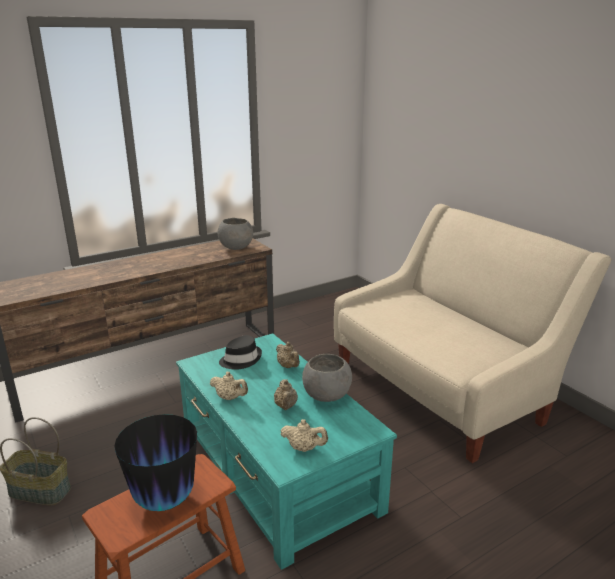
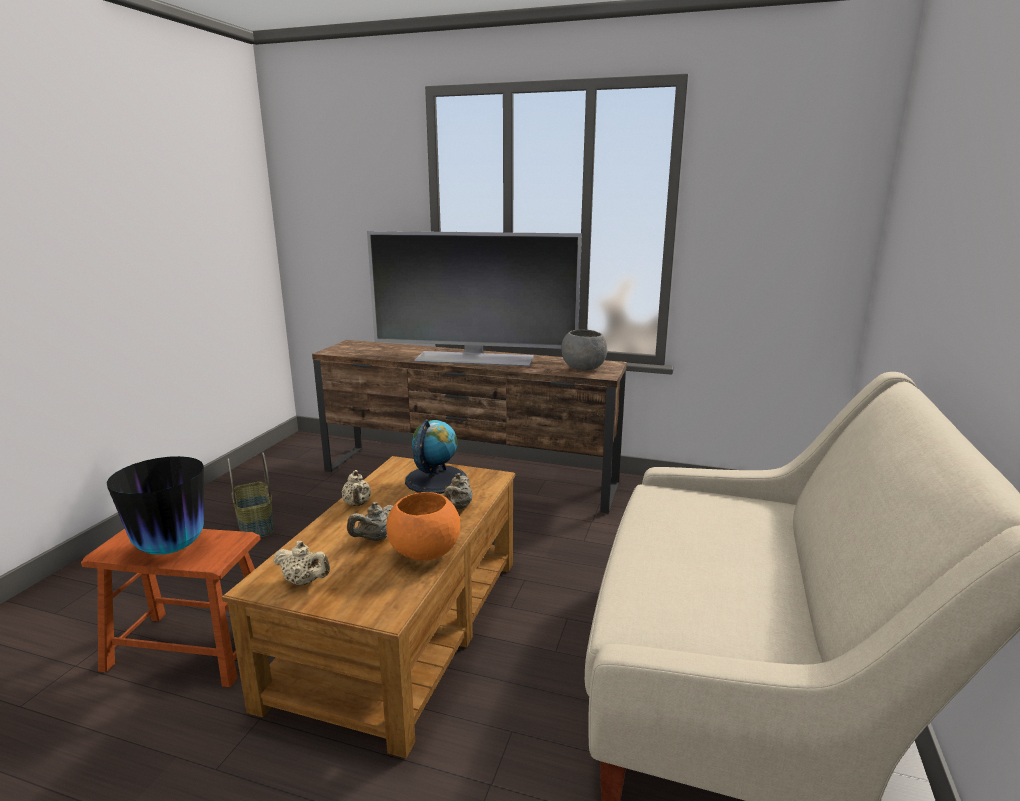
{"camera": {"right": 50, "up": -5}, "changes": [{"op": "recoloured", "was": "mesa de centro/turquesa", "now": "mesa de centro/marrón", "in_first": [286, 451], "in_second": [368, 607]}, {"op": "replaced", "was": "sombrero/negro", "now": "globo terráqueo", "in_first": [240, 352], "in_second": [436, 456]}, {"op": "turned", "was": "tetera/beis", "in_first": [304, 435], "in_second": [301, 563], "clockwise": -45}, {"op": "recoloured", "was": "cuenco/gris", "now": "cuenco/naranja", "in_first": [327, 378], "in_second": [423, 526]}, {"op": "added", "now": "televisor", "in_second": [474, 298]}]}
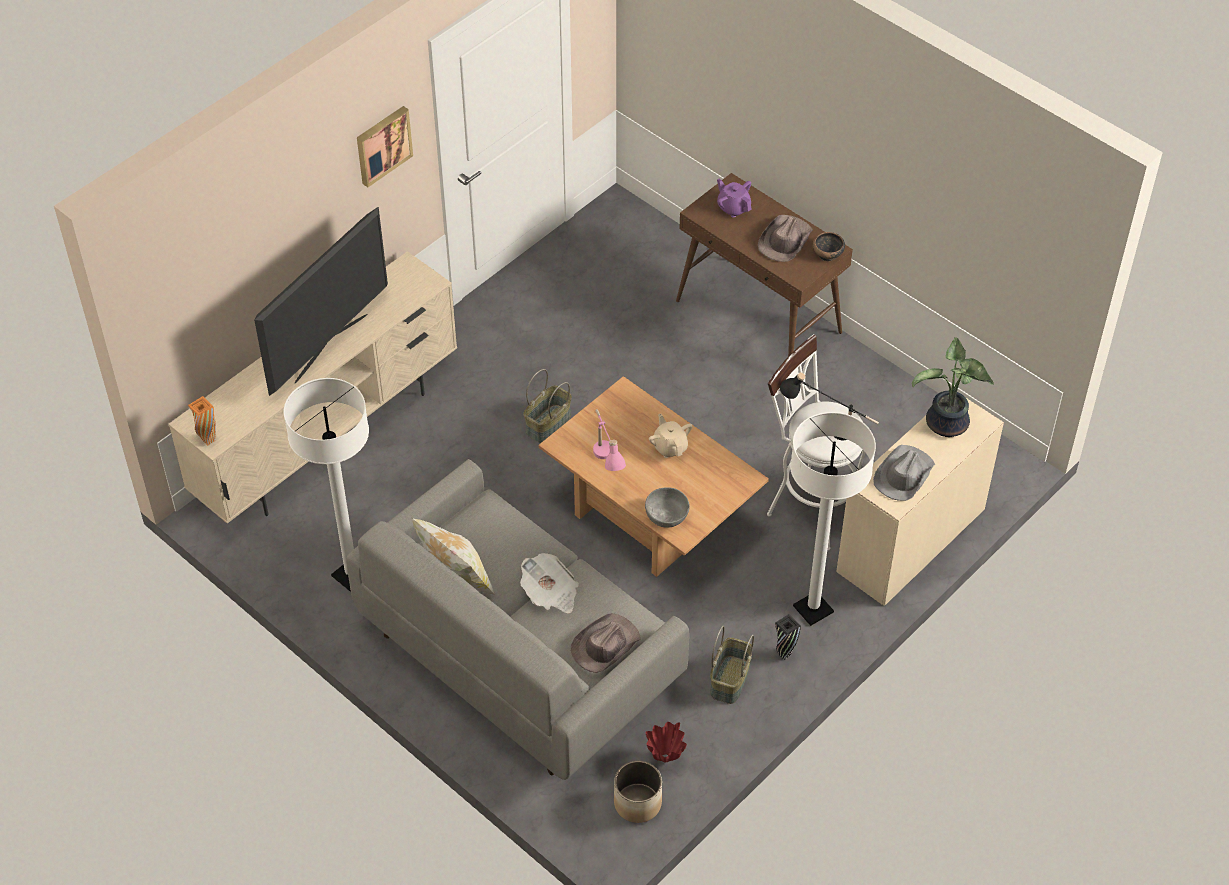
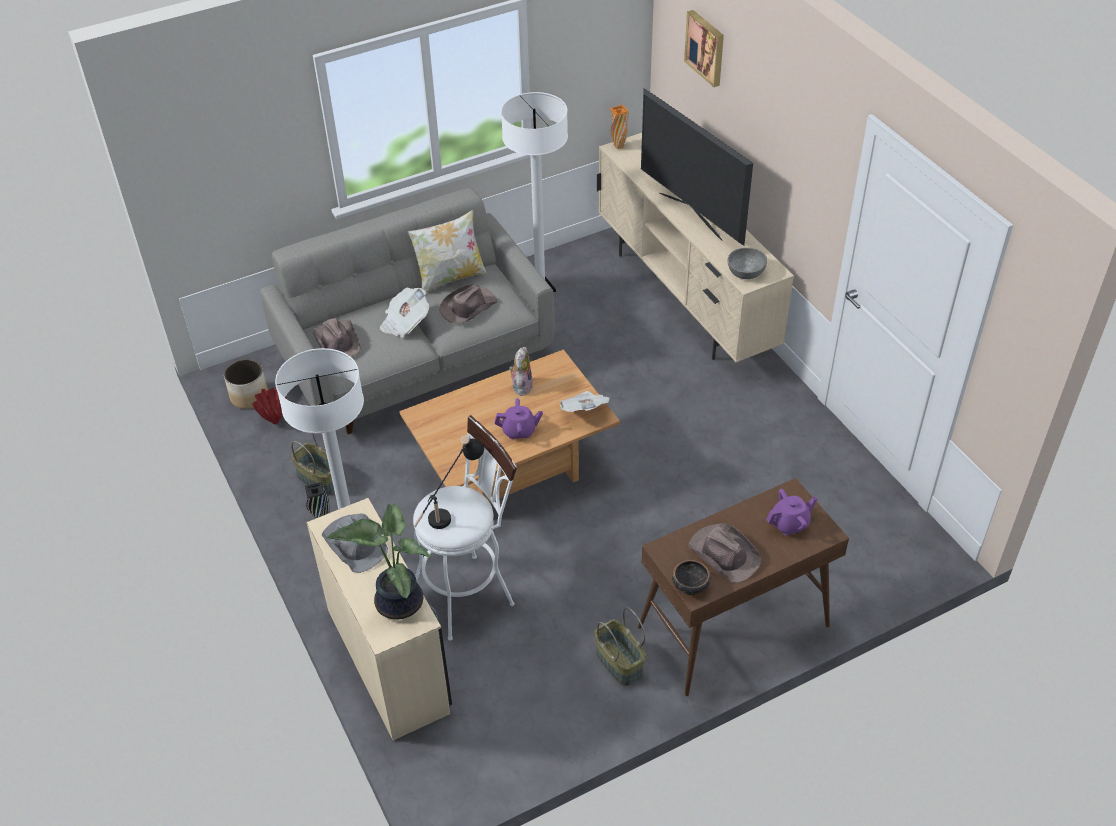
{"camera": {"right": 110, "up": -5}, "changes": [{"op": "moved", "was": "cuadro", "in_first": [385, 146], "in_second": [704, 48]}, {"op": "moved", "was": "cesta", "in_first": [548, 406], "in_second": [620, 646]}, {"op": "replaced", "was": "lámpara de mesa/rosa", "now": "peluche", "in_first": [609, 440], "in_second": [521, 371]}, {"op": "moved", "was": "cuenco/gris", "in_first": [667, 507], "in_second": [747, 263]}, {"op": "recoloured", "was": "tetera/beis", "now": "tetera/morado", "in_first": [671, 436], "in_second": [519, 418]}, {"op": "added", "now": "sombrero/marrón", "in_second": [468, 304]}, {"op": "added", "now": "periódico", "in_second": [584, 401]}]}
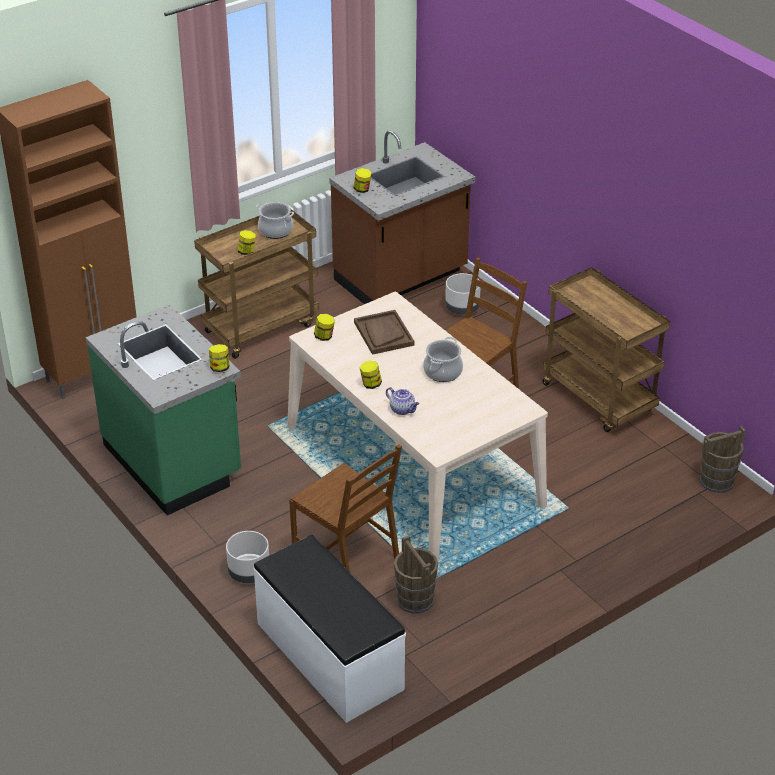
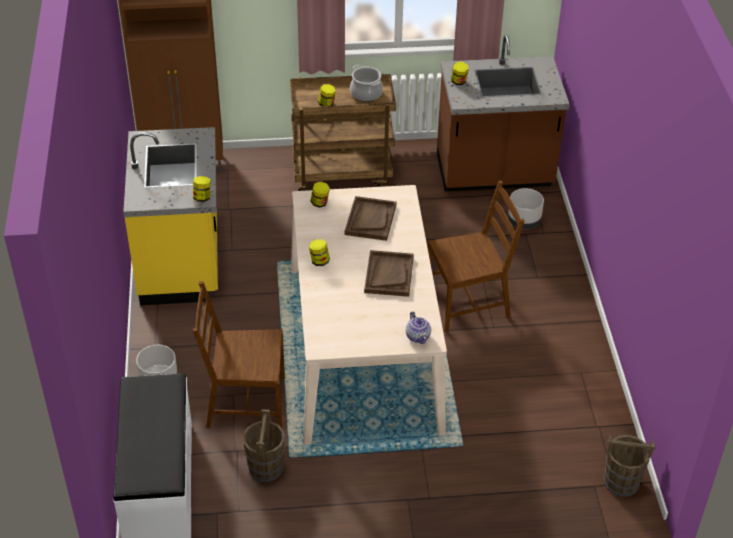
{"camera": {"right": 30, "up": 5}, "changes": [{"op": "recoloured", "was": "mueble bajo de cocina/verde", "now": "mueble bajo de cocina/amarillo", "in_first": [163, 409], "in_second": [170, 216]}, {"op": "turned", "was": "silla/marrón", "in_first": [345, 508], "in_second": [239, 354], "clockwise": 105}, {"op": "moved", "was": "tetera", "in_first": [402, 401], "in_second": [418, 328]}, {"op": "replaced", "was": "olla", "now": "bandeja/marrón", "in_first": [443, 359], "in_second": [389, 273]}, {"op": "removed", "was": "carrito/marrón", "in_first": [606, 349]}]}
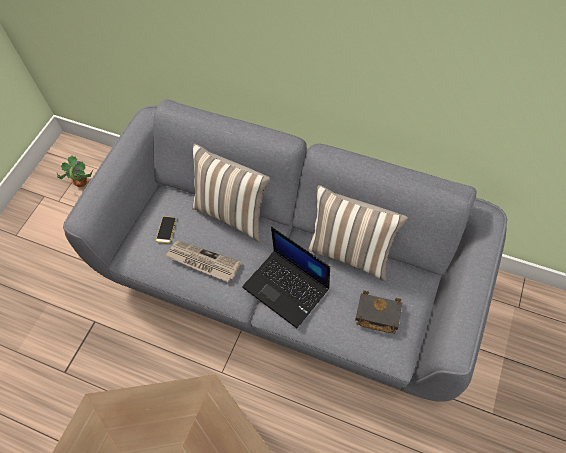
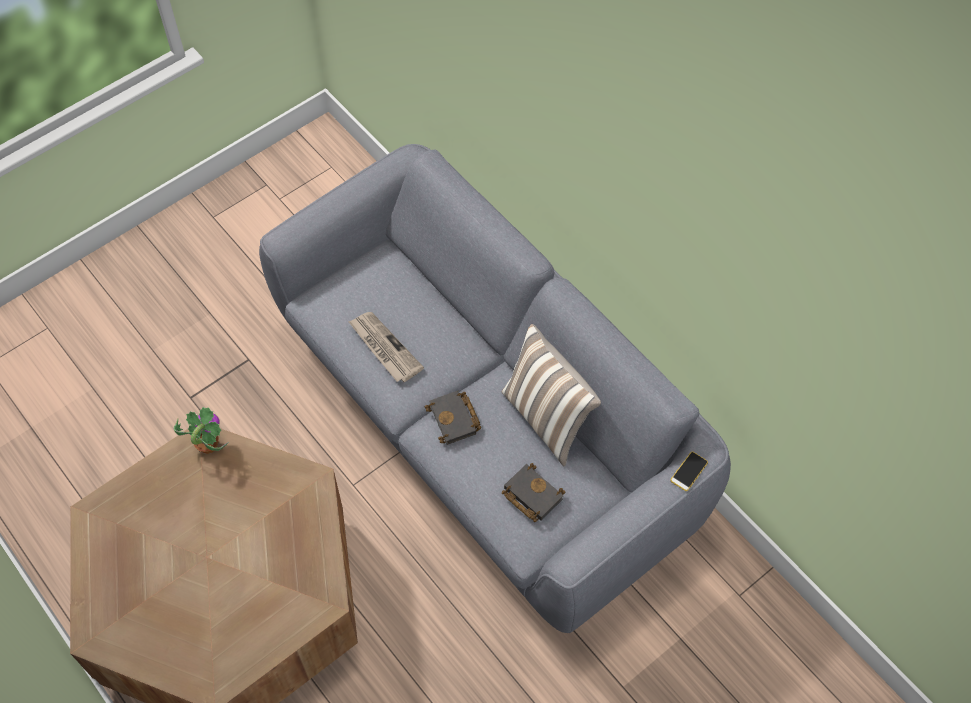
{"camera": {"right": 25, "up": 0}, "changes": [{"op": "moved", "was": "planta en maceta", "in_first": [75, 171], "in_second": [201, 430]}, {"op": "moved", "was": "móvil", "in_first": [166, 229], "in_second": [689, 471]}, {"op": "removed", "was": "cojín", "in_first": [231, 193]}, {"op": "replaced", "was": "portátil", "now": "libro/negro", "in_first": [286, 277], "in_second": [453, 418]}]}
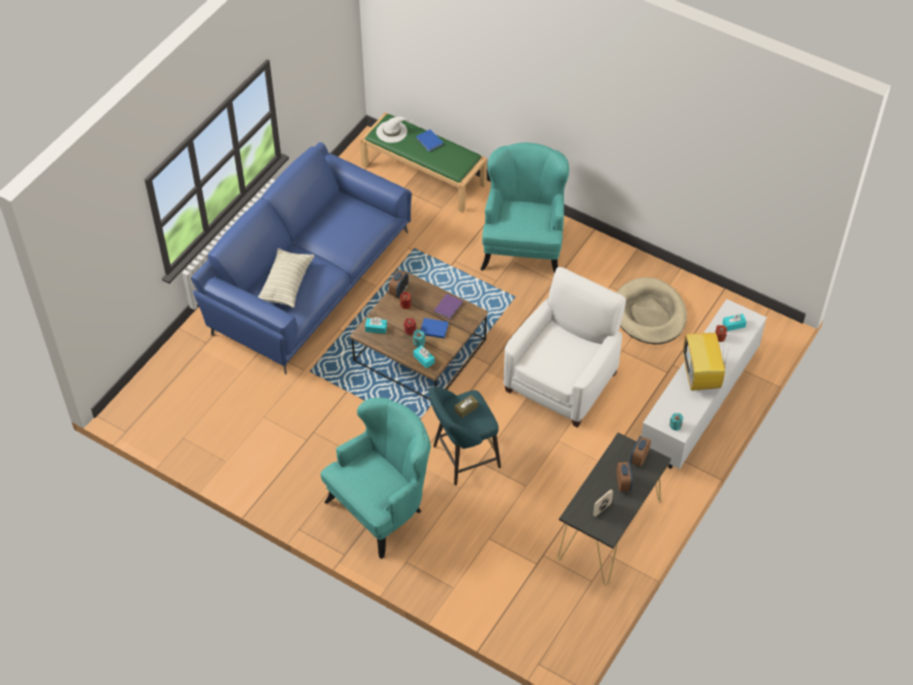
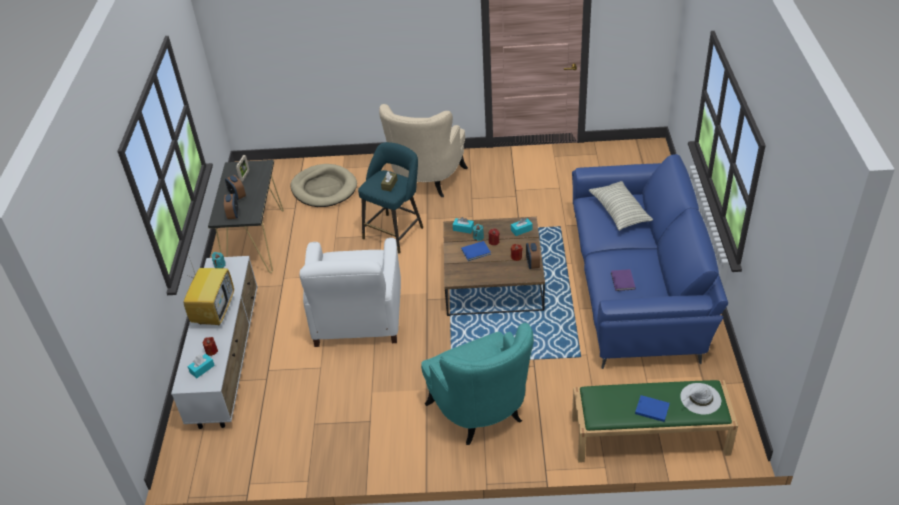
{"camera": {"right": 150, "up": -10}, "changes": [{"op": "recoloured", "was": "sillón/turquesa", "now": "sillón/beis", "in_first": [376, 478], "in_second": [423, 150]}, {"op": "moved", "was": "libro/morado", "in_first": [448, 306], "in_second": [623, 280]}, {"op": "moved", "was": "cama para perro/beis", "in_first": [652, 310], "in_second": [323, 185]}, {"op": "turned", "was": "televisor", "in_first": [705, 362], "in_second": [208, 291], "clockwise": 45}]}
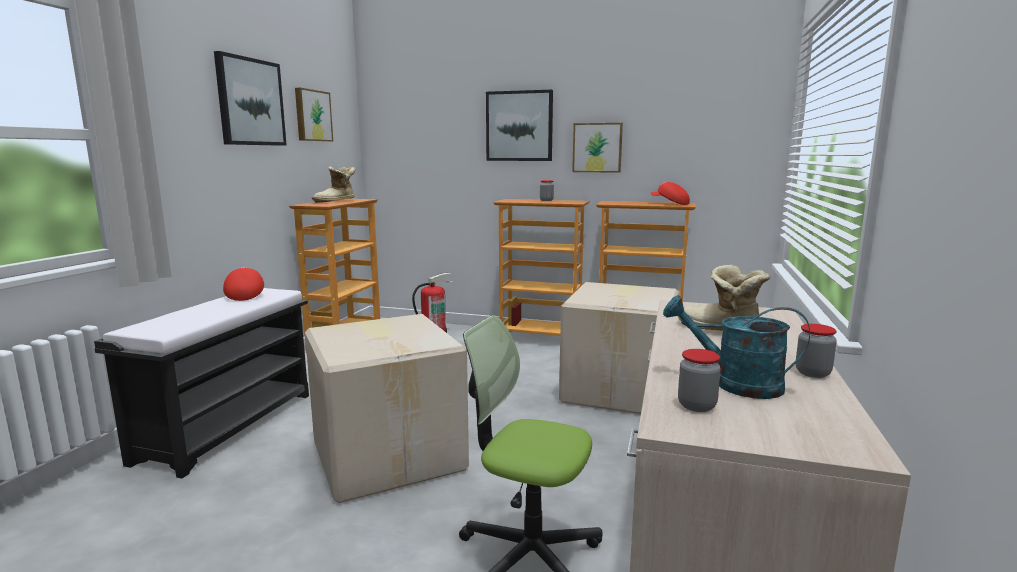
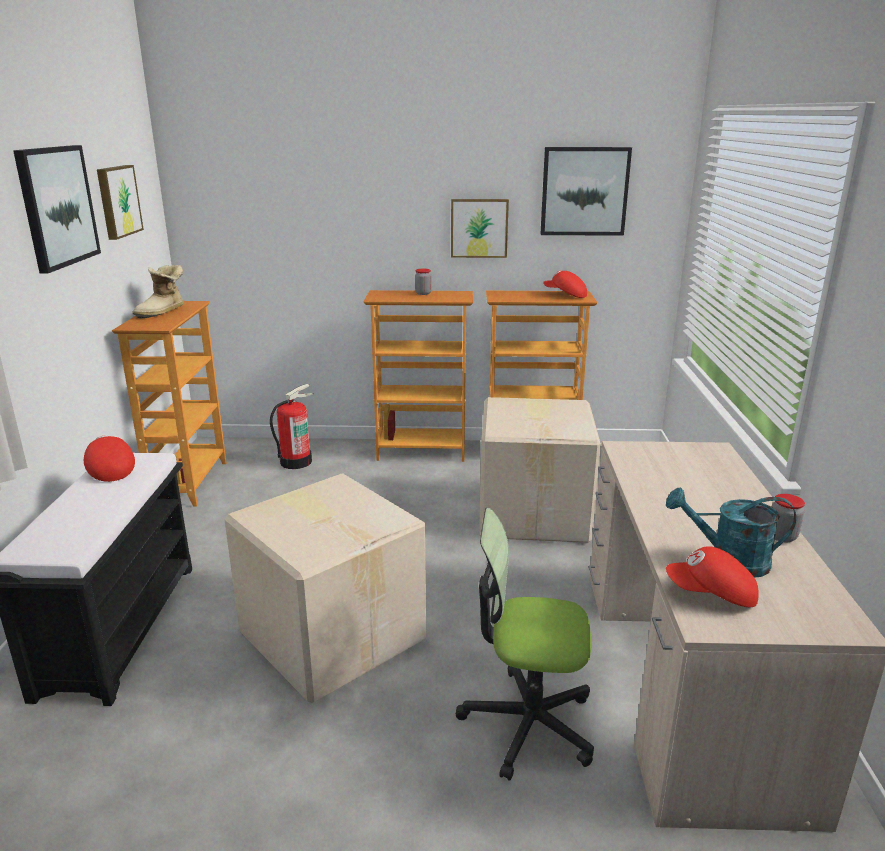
{"camera": {"right": -15, "up": 10}, "changes": [{"op": "moved", "was": "cuadro", "in_first": [519, 125], "in_second": [586, 191]}, {"op": "removed", "was": "bota", "in_first": [724, 298]}, {"op": "replaced", "was": "tarro", "now": "gorra/rojo", "in_first": [699, 380], "in_second": [712, 576]}]}
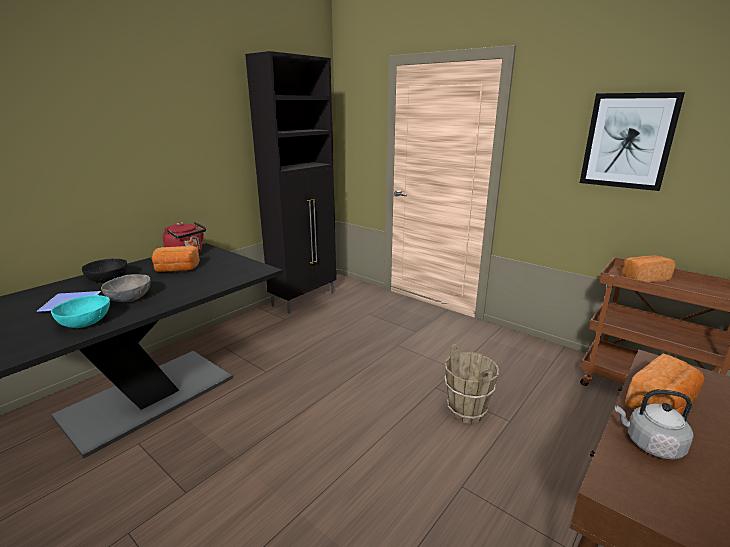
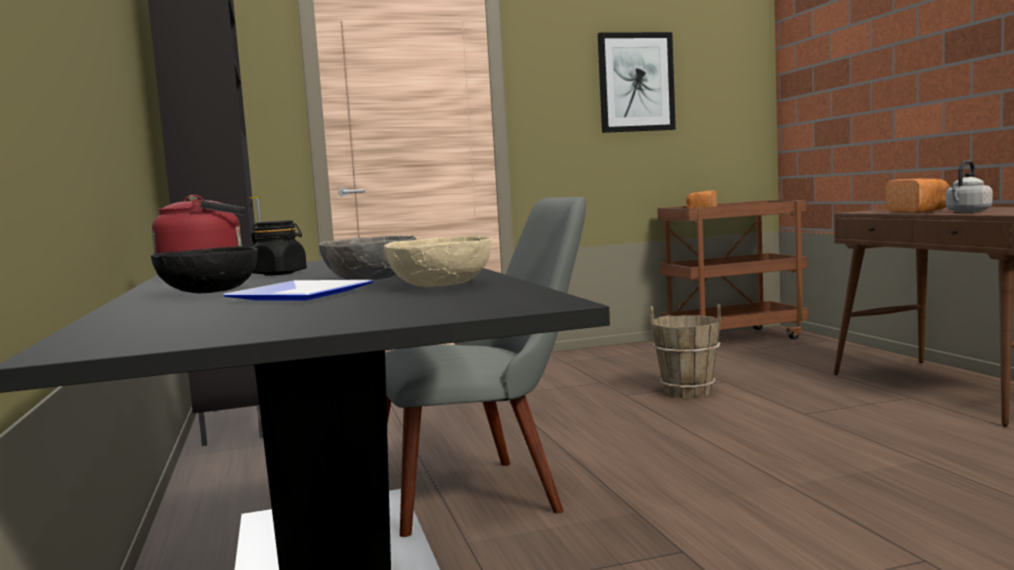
{"camera": {"right": -55, "up": -15}, "changes": [{"op": "recoloured", "was": "cuenco/turquesa", "now": "cuenco/beis", "in_first": [80, 311], "in_second": [438, 261]}, {"op": "replaced", "was": "pan", "now": "tarro/negro", "in_first": [175, 259], "in_second": [279, 248]}, {"op": "added", "now": "silla/gris", "in_second": [485, 367]}]}
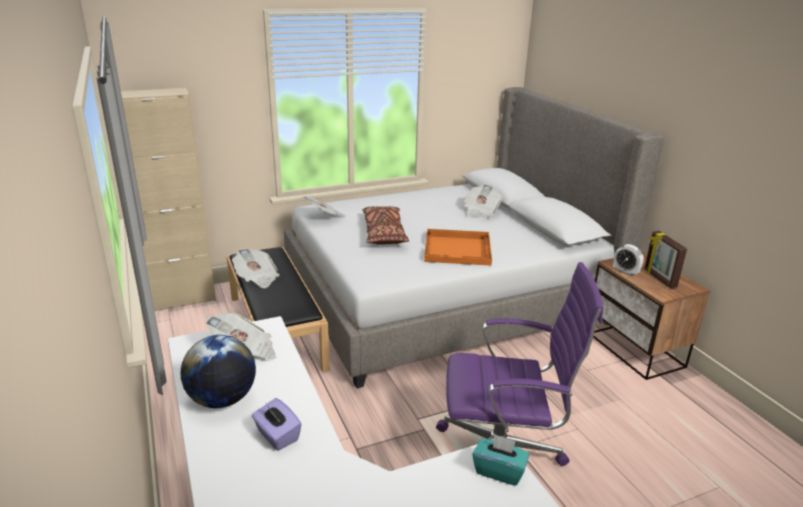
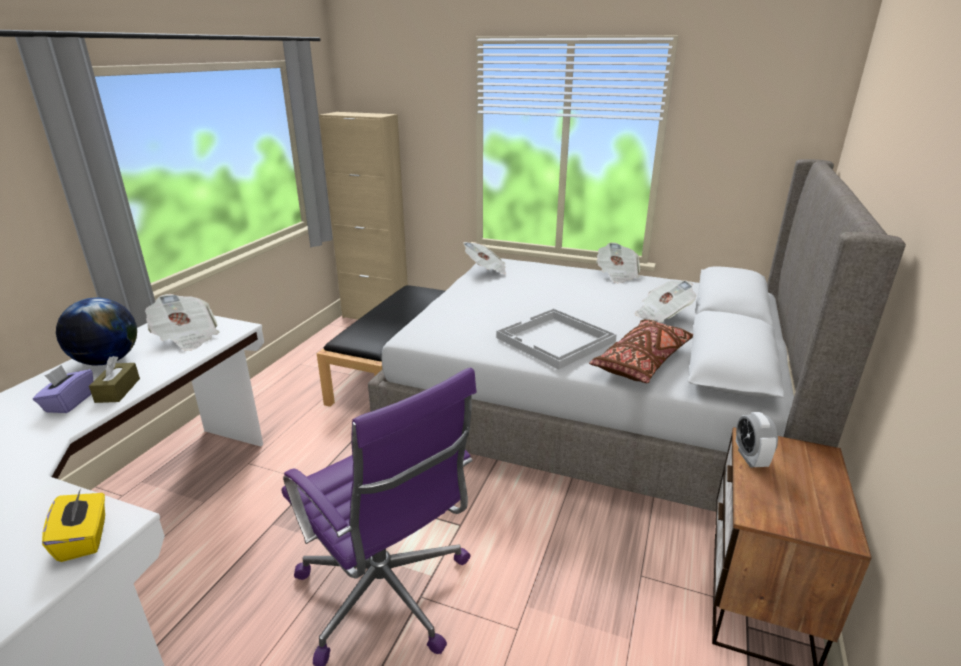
{"camera": {"right": 45, "up": 0}, "changes": [{"op": "moved", "was": "periódico", "in_first": [255, 268], "in_second": [618, 263]}, {"op": "moved", "was": "cojín/marrón", "in_first": [386, 225], "in_second": [641, 351]}, {"op": "recoloured", "was": "bandeja/naranja", "now": "bandeja/blanco", "in_first": [458, 247], "in_second": [556, 338]}, {"op": "recoloured", "was": "caja de pañuelos/turquesa", "now": "caja de pañuelos/amarillo", "in_first": [501, 460], "in_second": [73, 525]}, {"op": "removed", "was": "portarretratos", "in_first": [665, 259]}, {"op": "added", "now": "caja de pañuelos/marrón", "in_second": [114, 379]}]}
